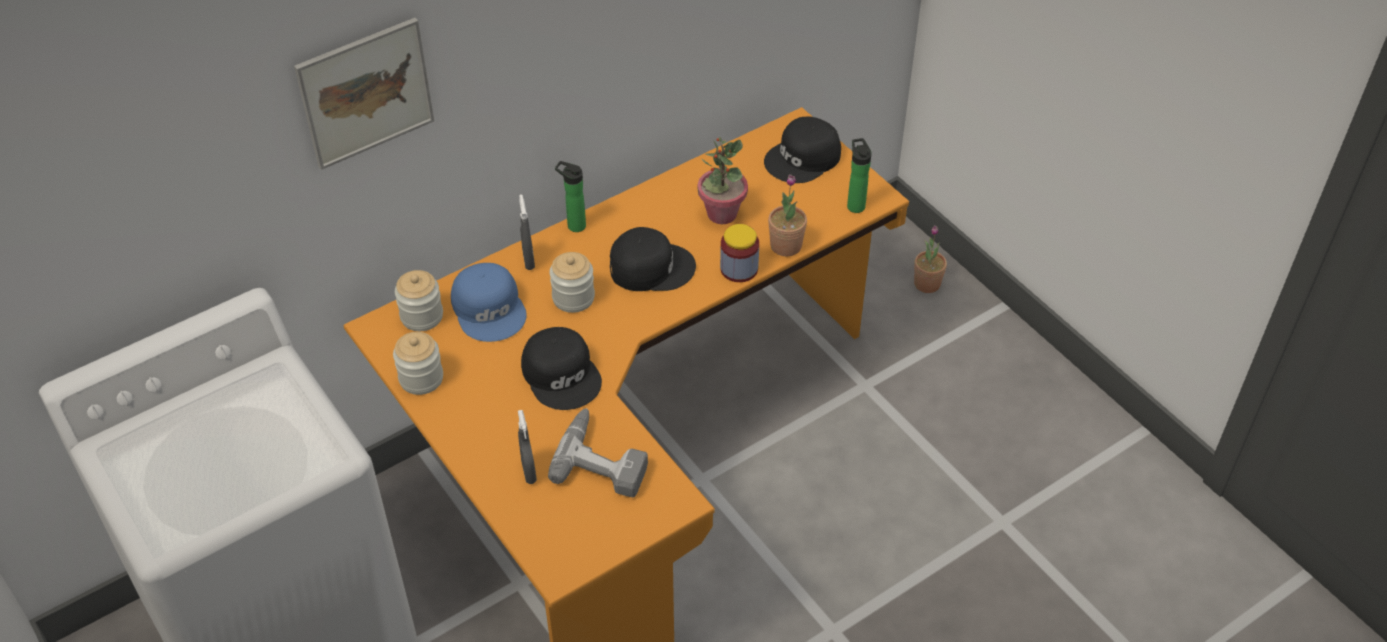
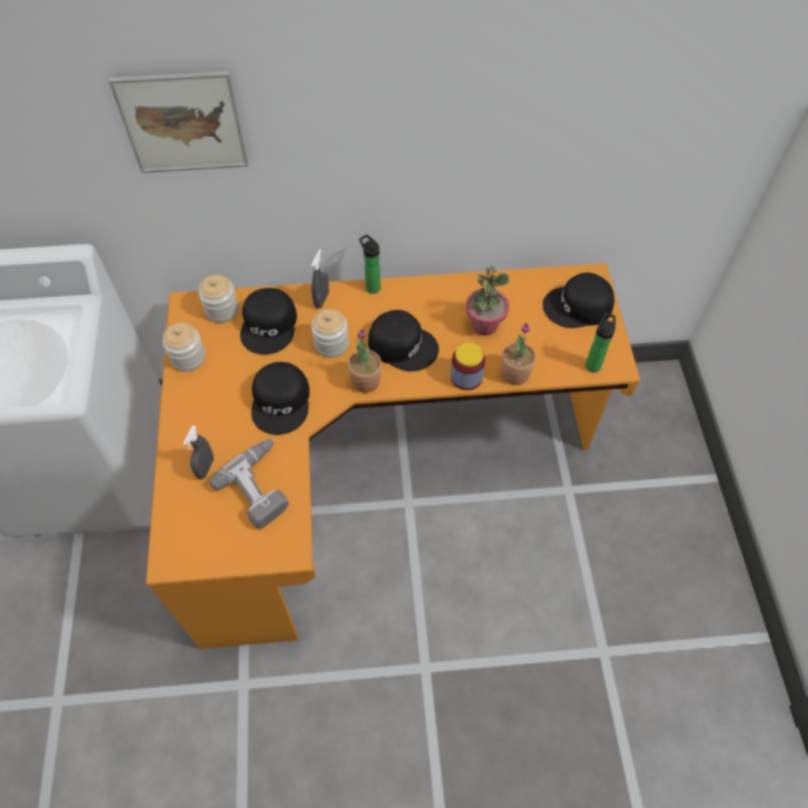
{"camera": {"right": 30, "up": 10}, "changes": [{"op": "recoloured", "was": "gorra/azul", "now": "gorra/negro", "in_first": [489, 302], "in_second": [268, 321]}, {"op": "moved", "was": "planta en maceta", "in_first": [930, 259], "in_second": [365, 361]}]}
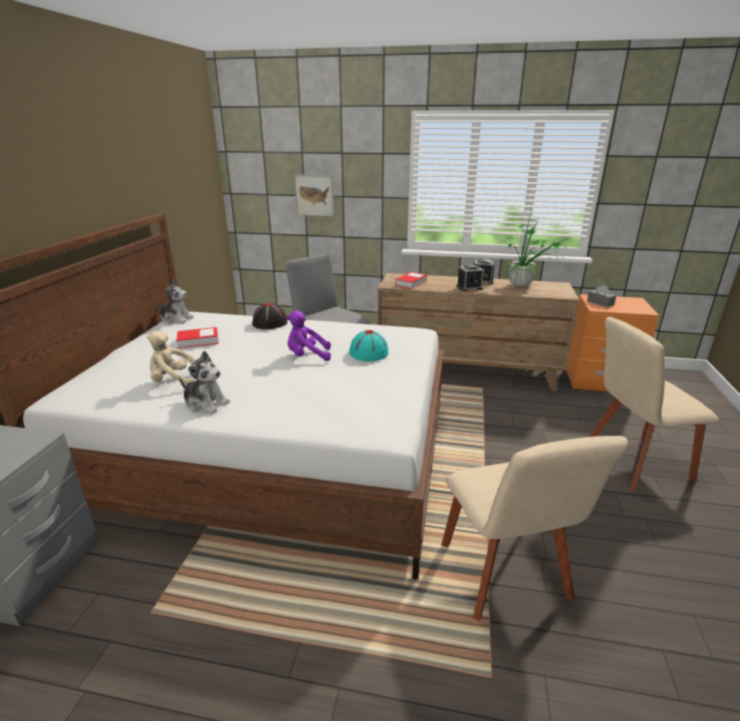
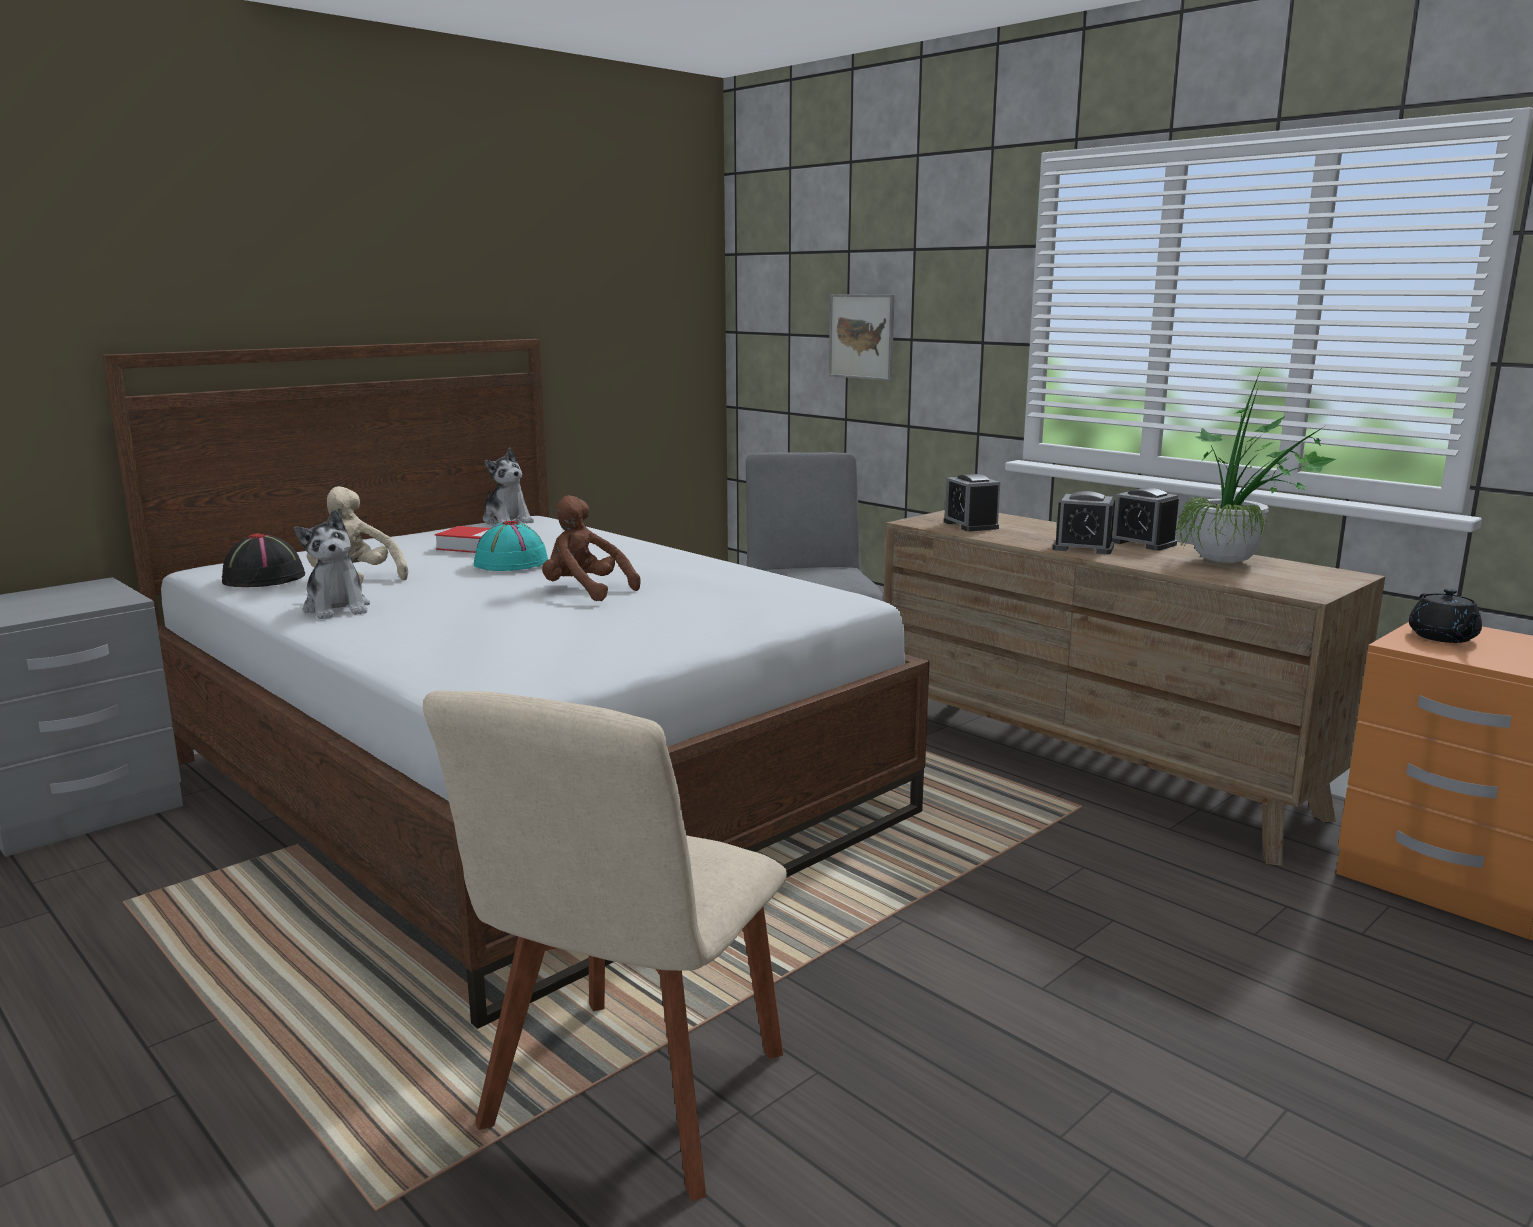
{"camera": {"right": 35, "up": -10}, "changes": [{"op": "moved", "was": "sombrero/negro", "in_first": [270, 316], "in_second": [263, 560]}, {"op": "recoloured", "was": "peluche/morado", "now": "peluche/marrón", "in_first": [308, 336], "in_second": [591, 548]}, {"op": "moved", "was": "sombrero/turquesa", "in_first": [369, 345], "in_second": [511, 546]}, {"op": "replaced", "was": "libro", "now": "despertador", "in_first": [411, 280], "in_second": [972, 502]}, {"op": "replaced", "was": "caja de pañuelos/gris", "now": "tetera/negro", "in_first": [601, 295], "in_second": [1445, 616]}, {"op": "removed", "was": "silla/beis", "in_first": [654, 404]}]}
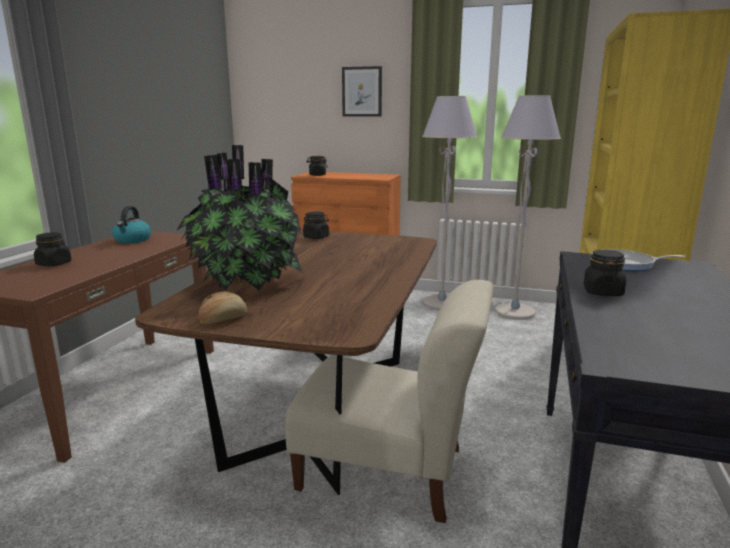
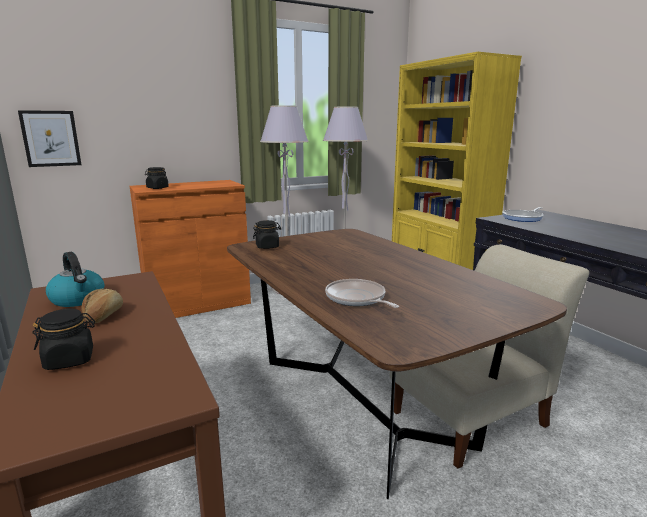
{"camera": {"right": -45, "up": 0}, "changes": [{"op": "replaced", "was": "planta en maceta", "now": "sartén", "in_first": [239, 218], "in_second": [362, 293]}, {"op": "moved", "was": "pan", "in_first": [223, 308], "in_second": [102, 305]}, {"op": "moved", "was": "cuadro", "in_first": [362, 91], "in_second": [49, 138]}, {"op": "removed", "was": "tarro/negro", "in_first": [605, 273]}]}
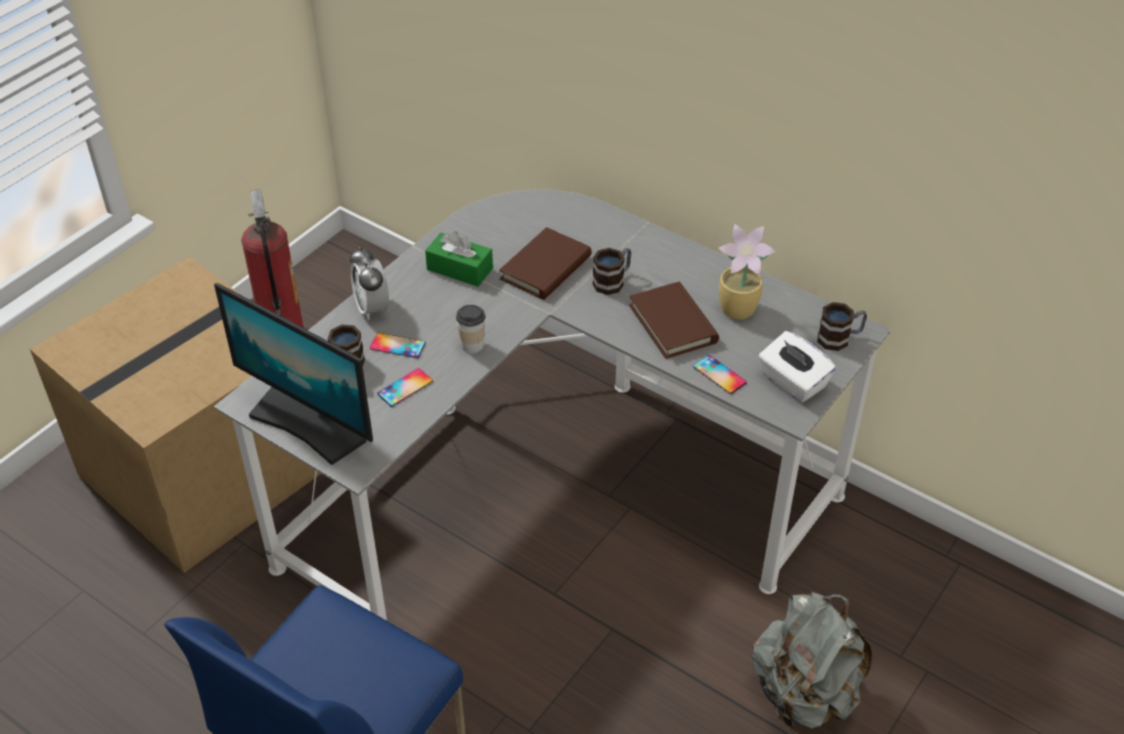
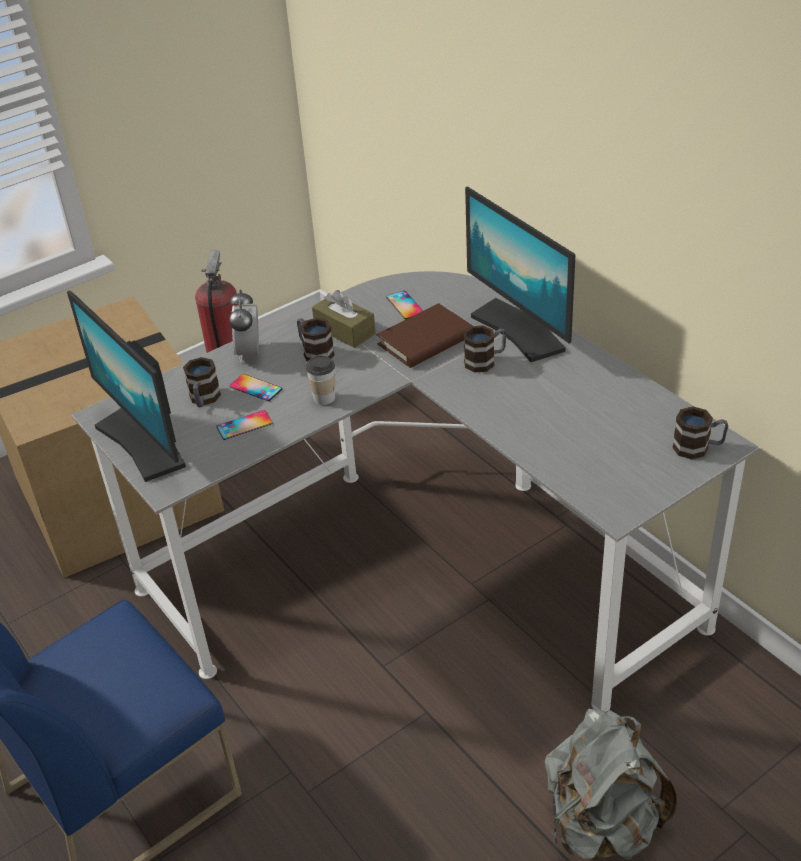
{"camera": {"right": 20, "up": -5}, "changes": [{"op": "recoloured", "was": "caja de pañuelos/verde", "now": "caja de pañuelos/marrón", "in_first": [459, 259], "in_second": [344, 319]}, {"op": "removed", "was": "libro/marrón", "in_first": [674, 320]}, {"op": "moved", "was": "móvil", "in_first": [720, 374], "in_second": [404, 305]}, {"op": "removed", "was": "planta en maceta", "in_first": [747, 271]}, {"op": "removed", "was": "caja de pañuelos/blanco", "in_first": [797, 367]}, {"op": "added", "now": "taza grande", "in_second": [316, 340]}, {"op": "added", "now": "monitor", "in_second": [520, 274]}]}
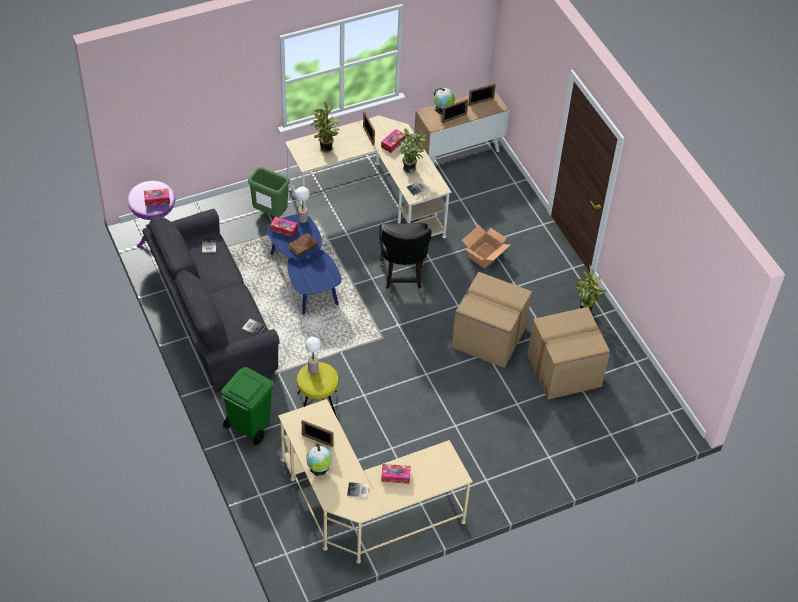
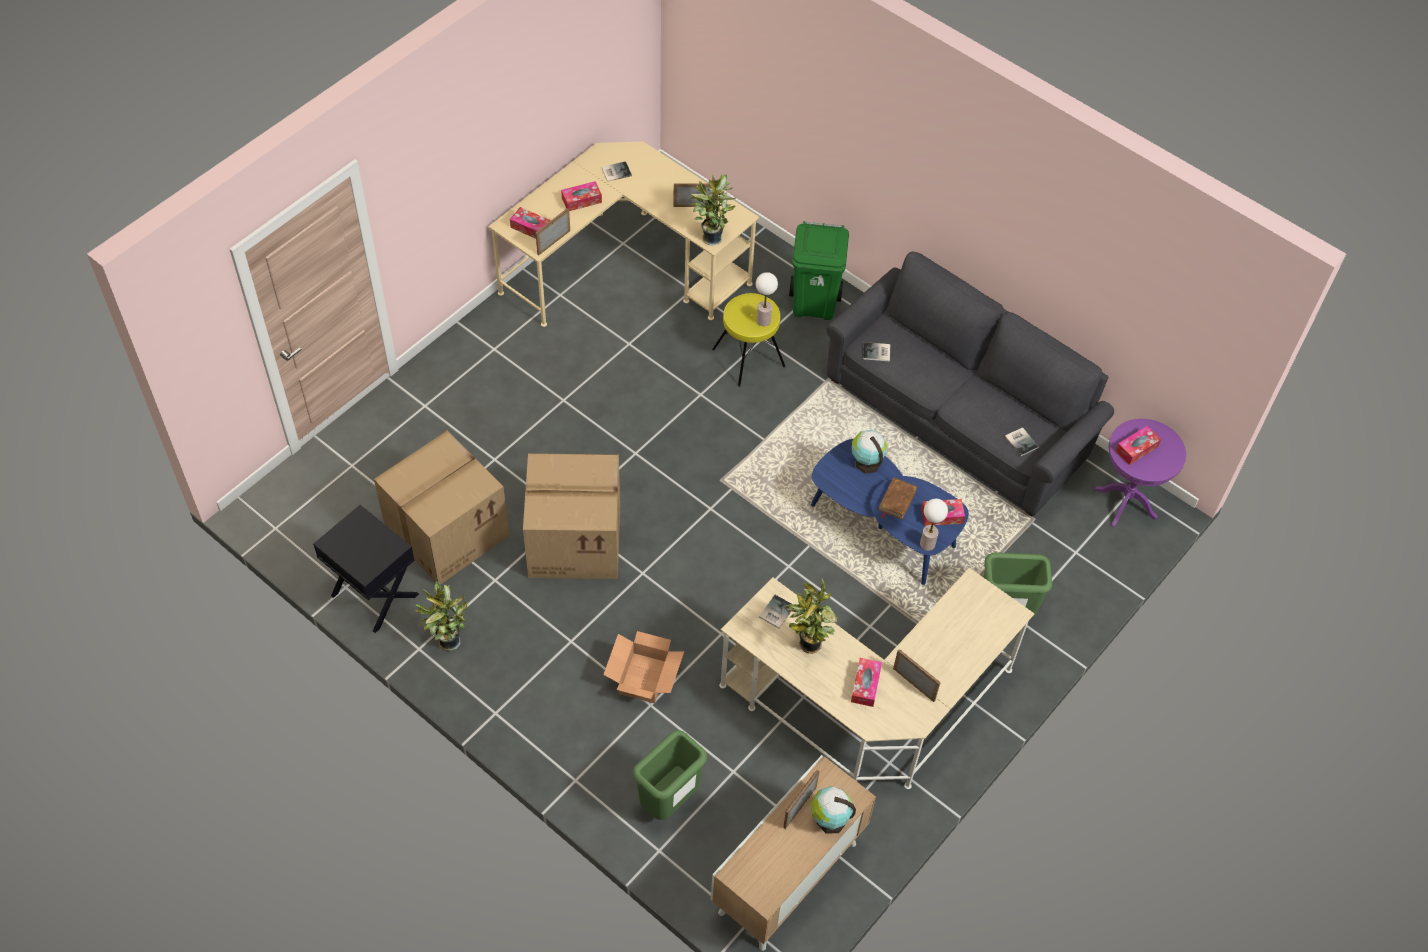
{"camera": {"right": 155, "up": 5}, "changes": [{"op": "moved", "was": "globo terráqueo", "in_first": [319, 460], "in_second": [869, 452]}, {"op": "moved", "was": "planta en maceta", "in_first": [325, 127], "in_second": [713, 209]}, {"op": "removed", "was": "silla/negro", "in_first": [405, 258]}, {"op": "moved", "was": "portarretratos", "in_first": [482, 94], "in_second": [553, 231]}, {"op": "added", "now": "mesita de noche/negro", "in_second": [366, 569]}, {"op": "added", "now": "caja de pañuelos", "in_second": [530, 223]}, {"op": "added", "now": "papelera/verde", "in_second": [670, 775]}]}
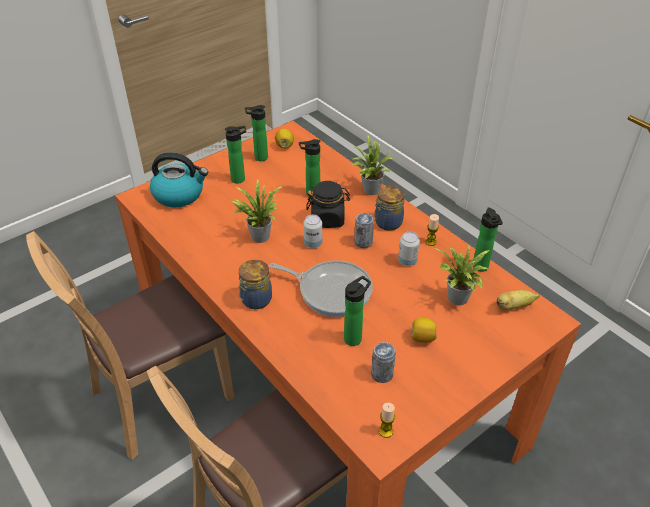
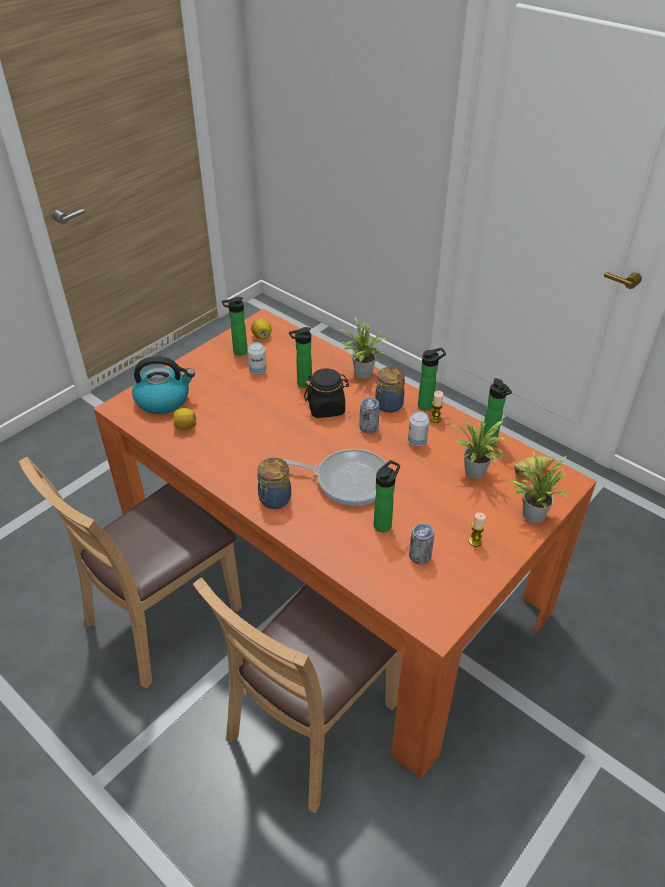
{"camera": {"right": -10, "up": 0}, "changes": [{"op": "moved", "was": "botella", "in_first": [235, 155], "in_second": [432, 379]}, {"op": "moved", "was": "planta en maceta", "in_first": [256, 211], "in_second": [538, 486]}, {"op": "moved", "was": "lata", "in_first": [312, 231], "in_second": [257, 358]}, {"op": "moved", "was": "vela", "in_first": [387, 420], "in_second": [477, 530]}, {"op": "moved", "was": "limón", "in_first": [424, 330], "in_second": [185, 419]}]}
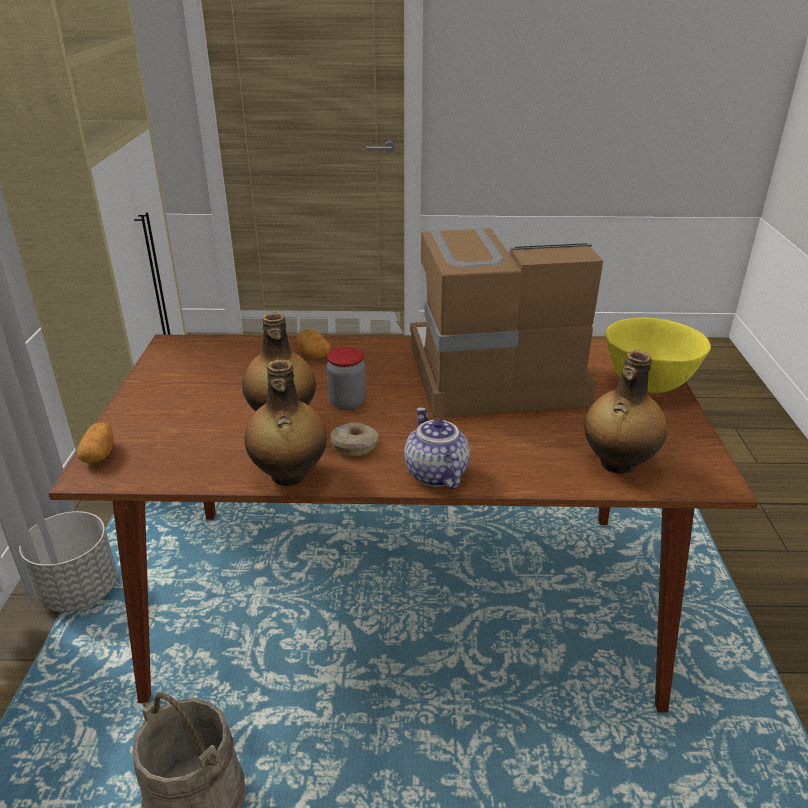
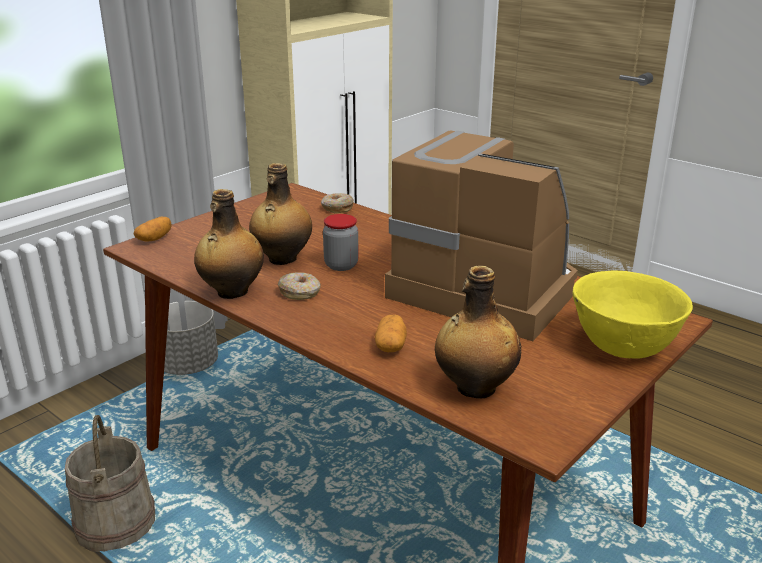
{"camera": {"right": 40, "up": -5}, "changes": [{"op": "moved", "was": "patata", "in_first": [313, 344], "in_second": [391, 333]}, {"op": "removed", "was": "tetera", "in_first": [437, 448]}, {"op": "added", "now": "rosquilla", "in_second": [337, 203]}]}
